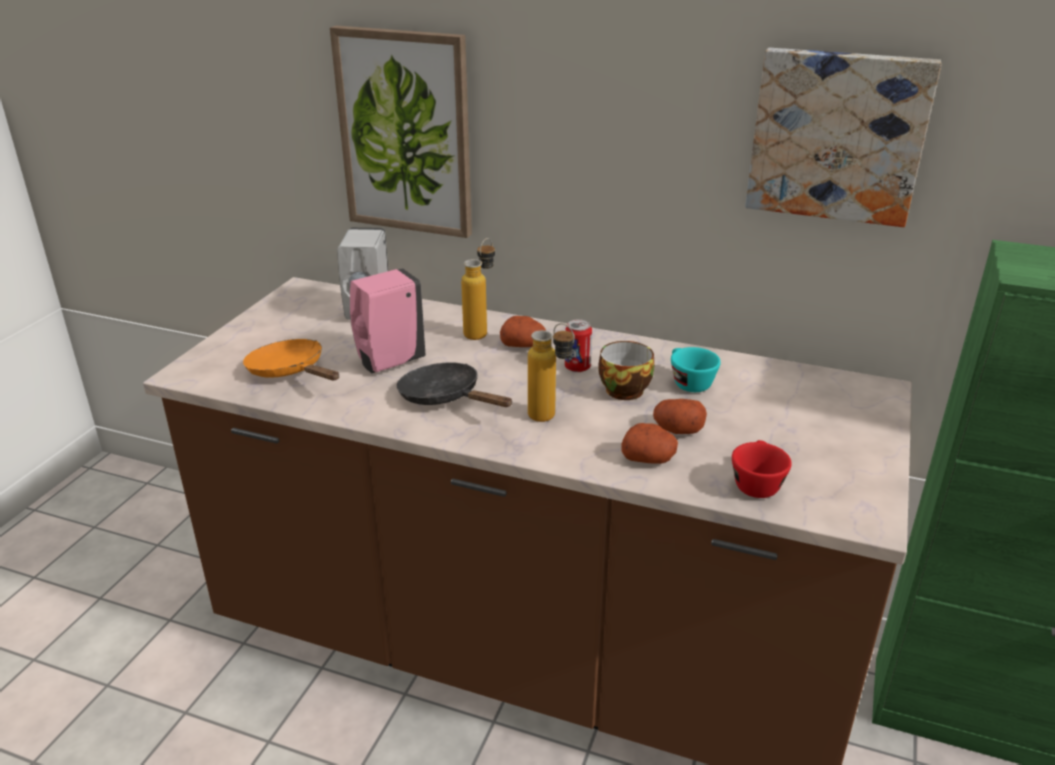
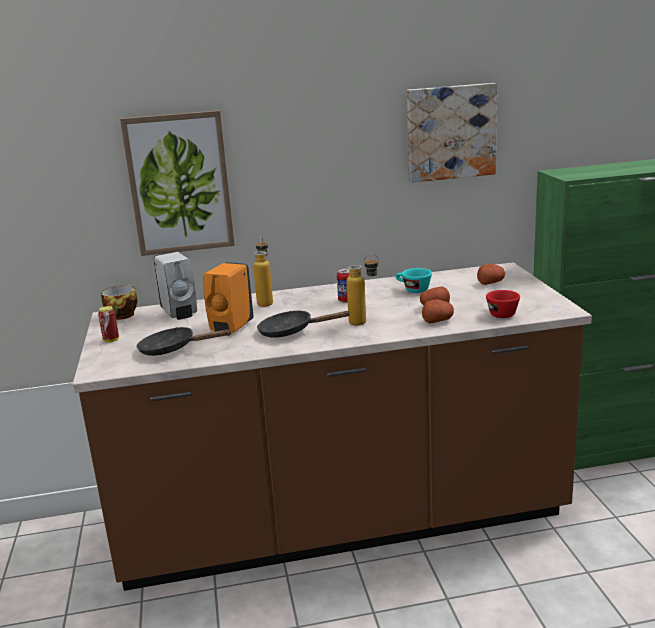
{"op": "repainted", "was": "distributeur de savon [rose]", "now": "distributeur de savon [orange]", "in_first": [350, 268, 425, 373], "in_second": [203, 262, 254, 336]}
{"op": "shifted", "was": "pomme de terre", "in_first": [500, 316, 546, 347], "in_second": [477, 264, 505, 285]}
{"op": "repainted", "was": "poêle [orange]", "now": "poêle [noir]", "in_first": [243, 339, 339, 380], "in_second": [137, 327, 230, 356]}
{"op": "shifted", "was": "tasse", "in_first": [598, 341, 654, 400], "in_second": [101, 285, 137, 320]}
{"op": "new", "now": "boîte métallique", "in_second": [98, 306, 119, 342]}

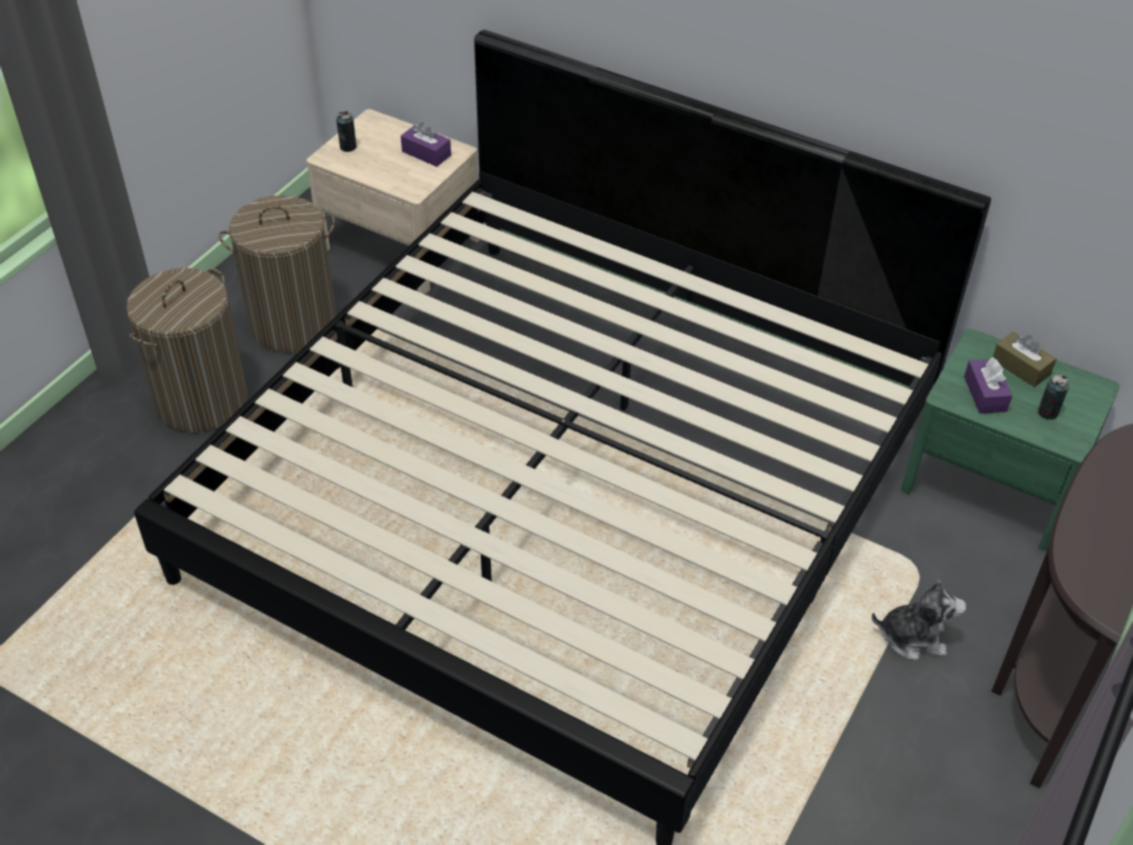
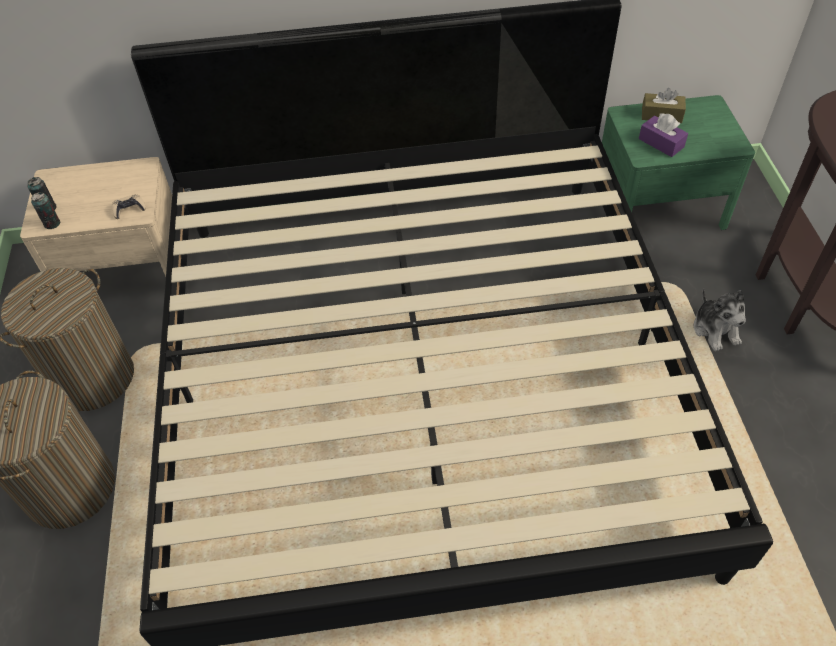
{"op": "gone", "was": "boîte à mouchoirs [violet]", "in_first": [401, 122, 451, 167]}
{"op": "shifted", "was": "boîte métallique", "in_first": [1037, 375, 1069, 420], "in_second": [31, 192, 60, 229]}
{"op": "rotated", "was": "peluche", "in_first": [872, 580, 967, 660], "in_second": [694, 288, 746, 351], "clockwise": 105}
{"op": "new", "now": "manette [beige]", "in_second": [112, 194, 146, 219]}

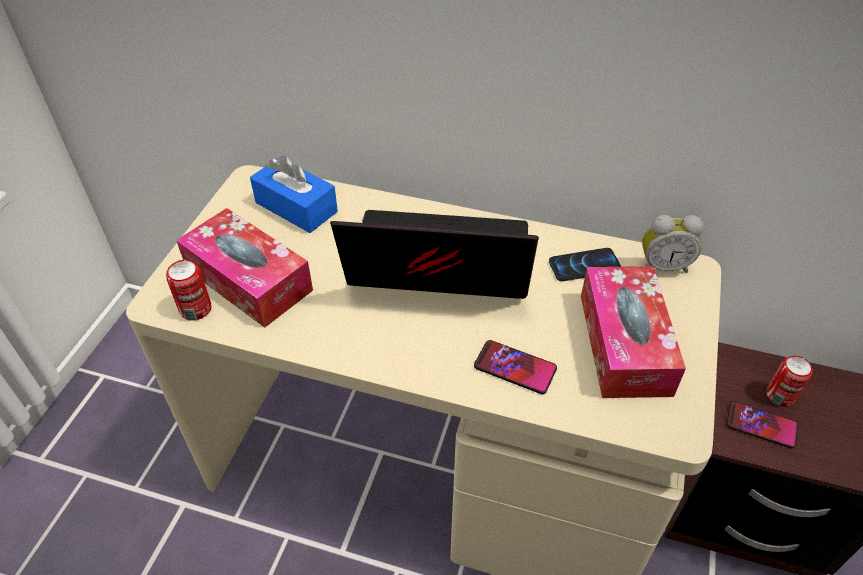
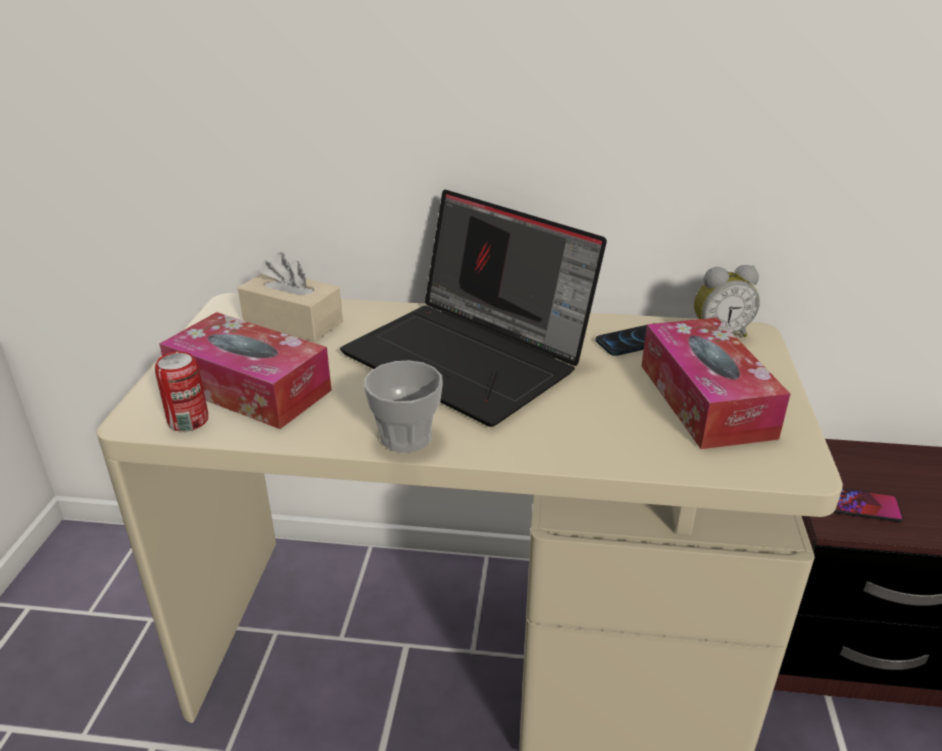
{"op": "repainted", "was": "boîte à mouchoirs [bleu]", "now": "boîte à mouchoirs [beige]", "in_first": [250, 155, 338, 233], "in_second": [238, 252, 343, 342]}
{"op": "rotated", "was": "ordinateur portable", "in_first": [330, 210, 539, 299], "in_second": [340, 190, 607, 427], "clockwise": -135}
{"op": "gone", "was": "téléphone", "in_first": [474, 340, 557, 394]}
{"op": "gone", "was": "boîte métallique", "in_first": [766, 356, 813, 407]}
{"op": "new", "now": "tasse", "in_second": [364, 360, 443, 453]}

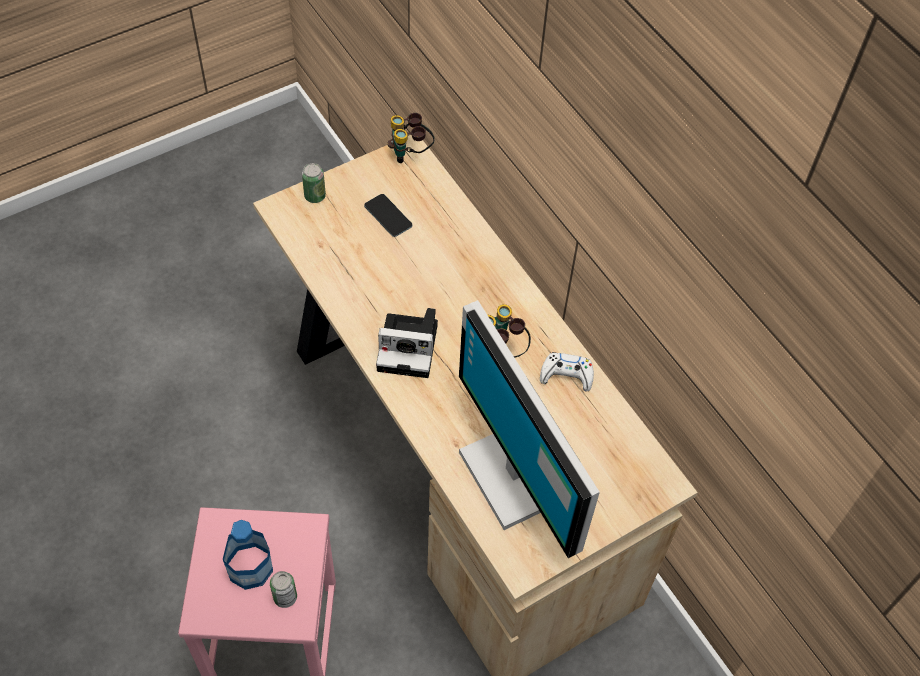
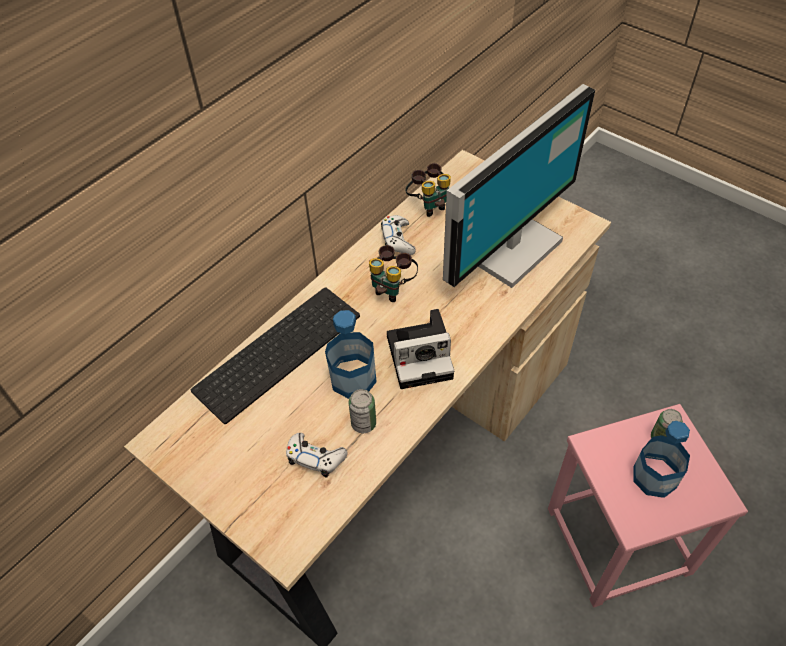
{"op": "shifted", "was": "jumelles", "in_first": [388, 113, 435, 163], "in_second": [405, 163, 451, 217]}
{"op": "shifted", "was": "boîte métallique", "in_first": [302, 163, 326, 203], "in_second": [349, 389, 376, 433]}
{"op": "gone", "was": "téléphone", "in_first": [364, 194, 412, 237]}
{"op": "rotated", "was": "appareil photo", "in_first": [376, 308, 438, 378], "in_second": [387, 309, 454, 389], "clockwise": 90}
{"op": "new", "now": "clavier", "in_second": [191, 287, 360, 424]}
{"op": "new", "now": "bouteille", "in_second": [325, 310, 377, 399]}
{"op": "new", "now": "manette [blanc]", "in_second": [286, 433, 348, 478]}

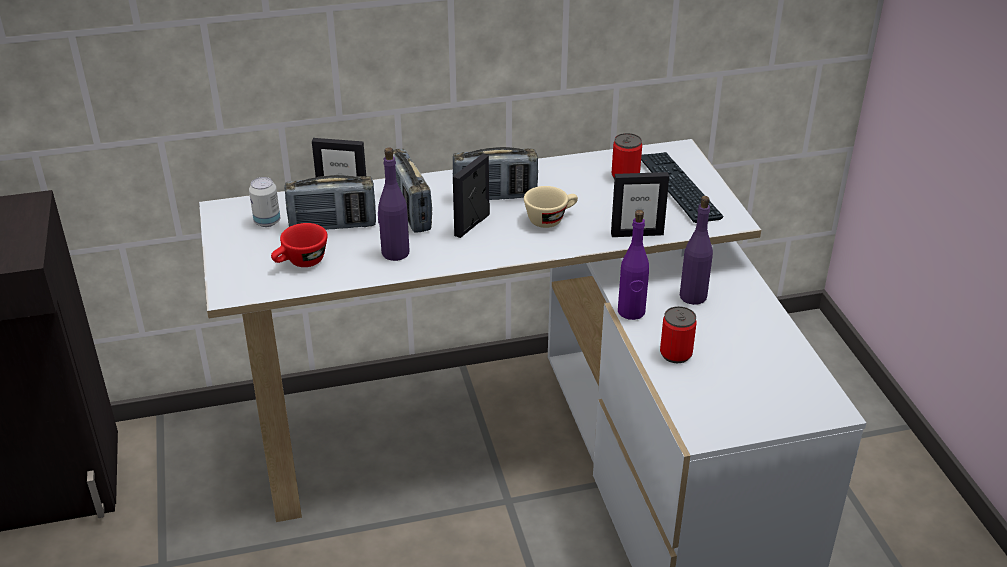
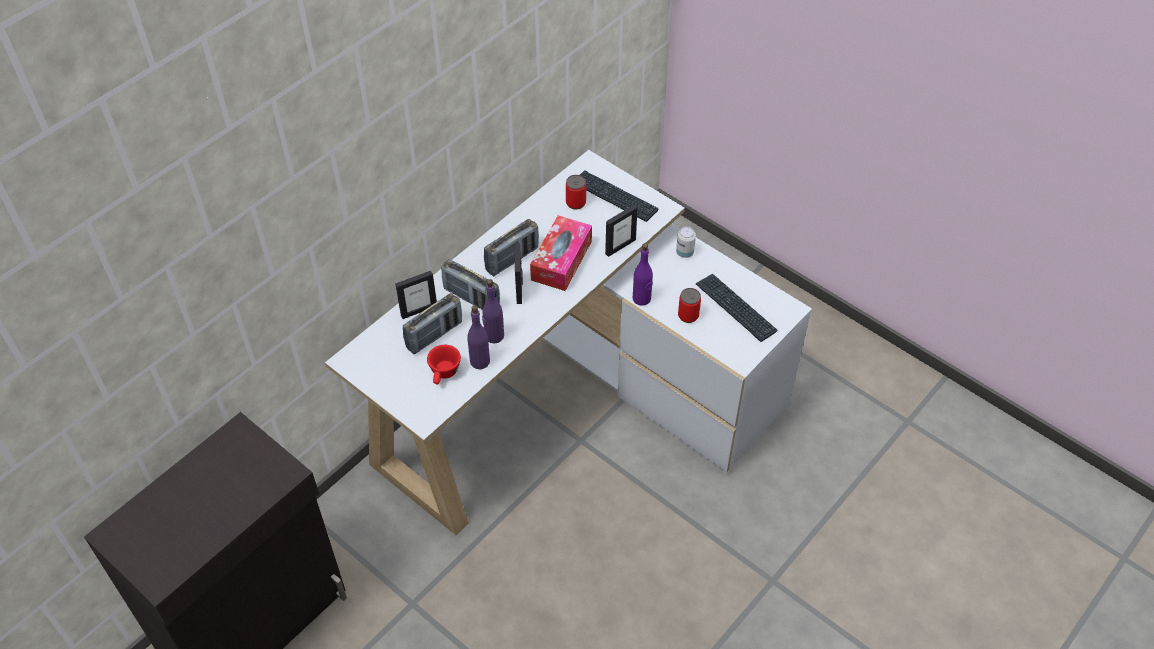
{"op": "shifted", "was": "boîte métallique", "in_first": [249, 177, 280, 227], "in_second": [676, 226, 696, 258]}
{"op": "swapped", "was": "tasse [beige]", "now": "boîte à mouchoirs", "in_first": [524, 186, 578, 228], "in_second": [530, 215, 592, 291]}
{"op": "shifted", "was": "bouteille [violet]", "in_first": [680, 196, 713, 305], "in_second": [467, 305, 490, 369]}
{"op": "new", "now": "clavier", "in_second": [696, 273, 778, 342]}

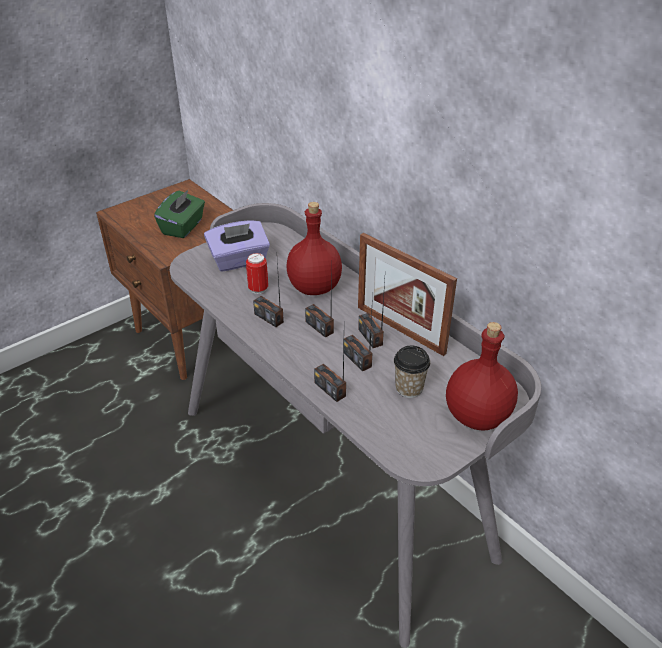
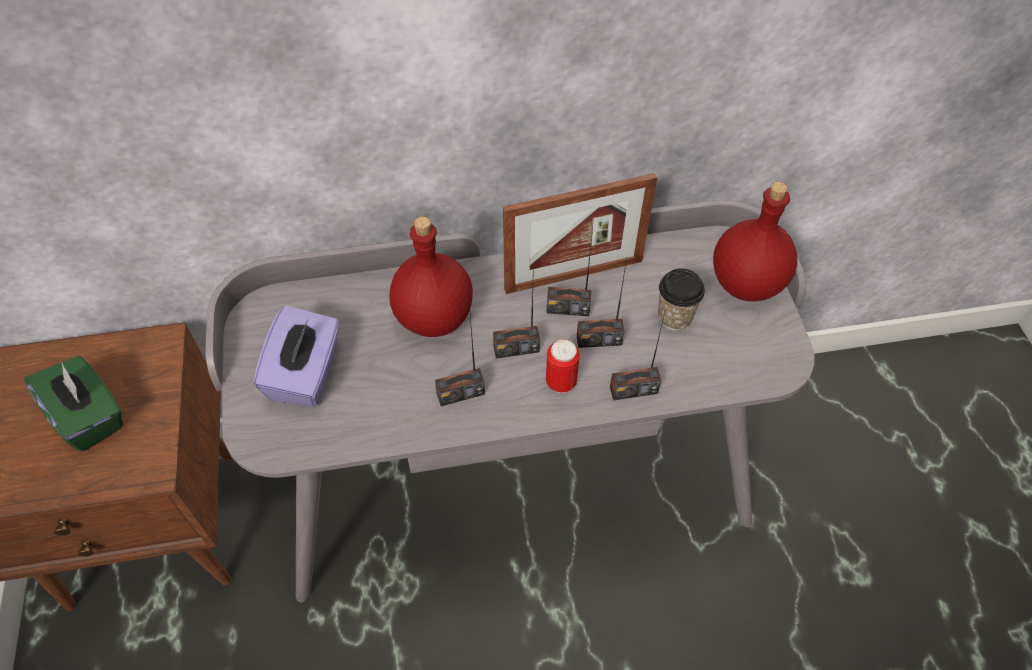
{"op": "shifted", "was": "boîte métallique", "in_first": [246, 253, 268, 294], "in_second": [546, 339, 580, 393]}

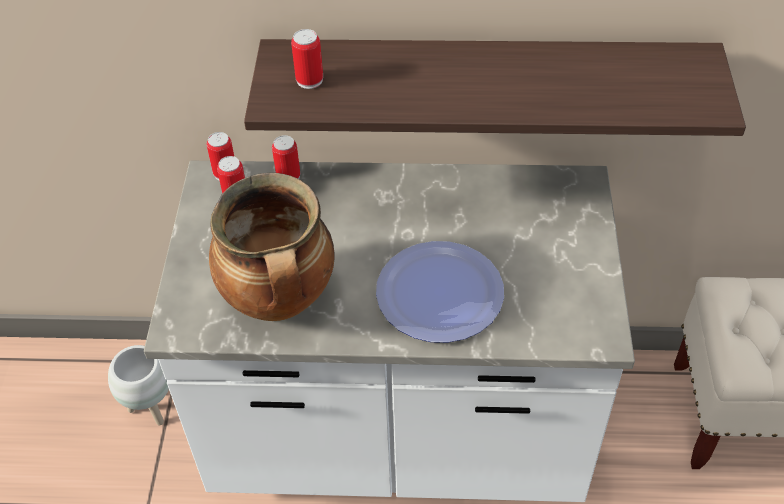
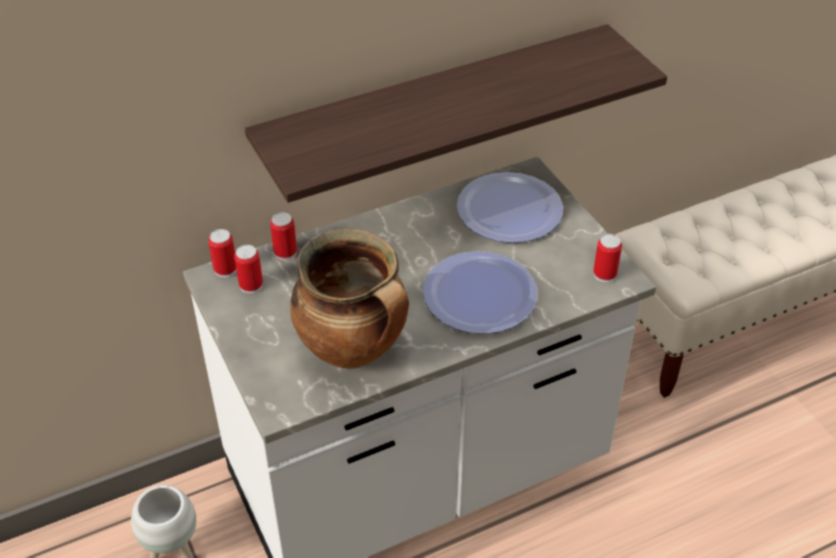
{"op": "shifted", "was": "boîte métallique", "in_first": [291, 29, 323, 89], "in_second": [593, 234, 622, 282]}
{"op": "new", "now": "assiette", "in_second": [457, 172, 563, 243]}

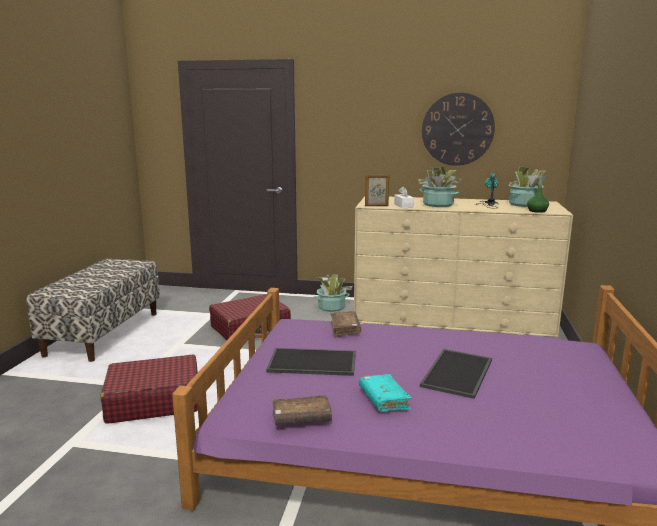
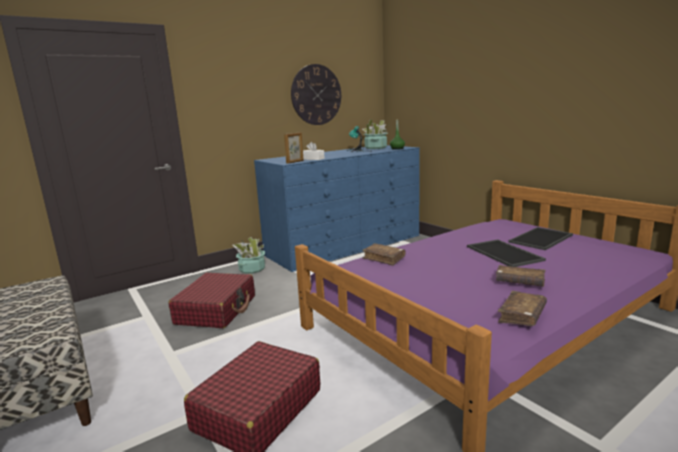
{"op": "gone", "was": "plante en pot", "in_first": [418, 167, 462, 207]}
{"op": "repainted", "was": "commode [beige]", "now": "commode [bleu]", "in_first": [354, 196, 573, 337], "in_second": [254, 145, 420, 272]}
{"op": "shifted", "was": "plateau", "in_first": [266, 348, 356, 376], "in_second": [508, 227, 573, 250]}
{"op": "repainted", "was": "livre [turquoise]", "now": "livre [marron]", "in_first": [359, 374, 412, 411], "in_second": [496, 265, 545, 287]}

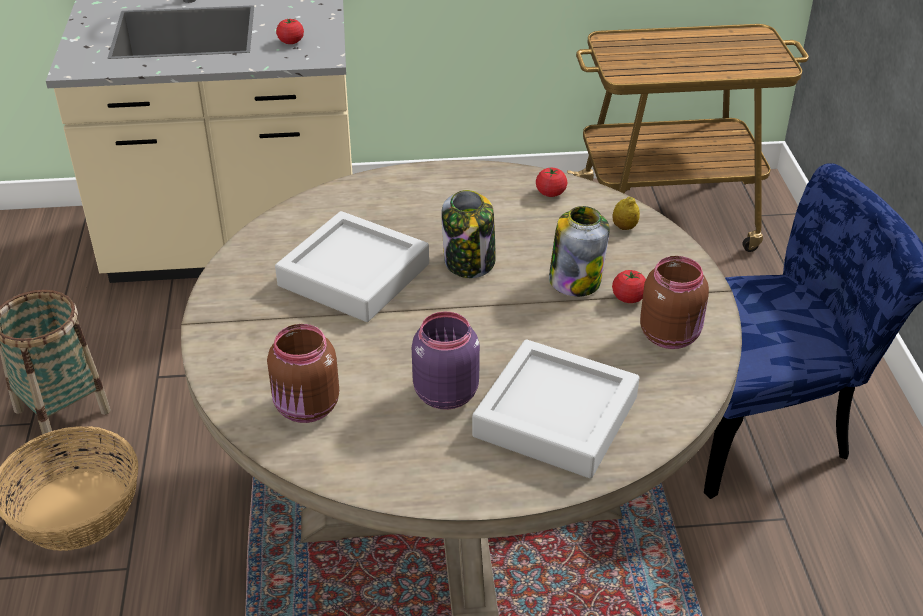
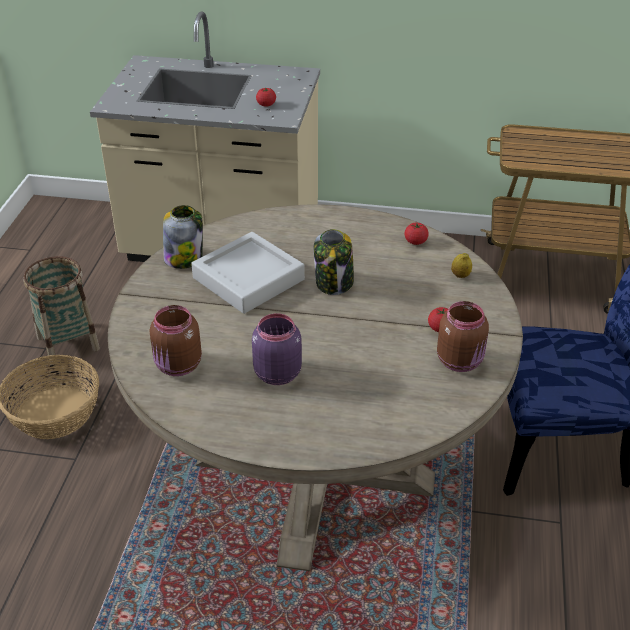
{"op": "shifted", "was": "bocal", "in_first": [549, 206, 610, 297], "in_second": [163, 205, 203, 269]}
{"op": "gone", "was": "plateau [gris]", "in_first": [472, 339, 640, 478]}

